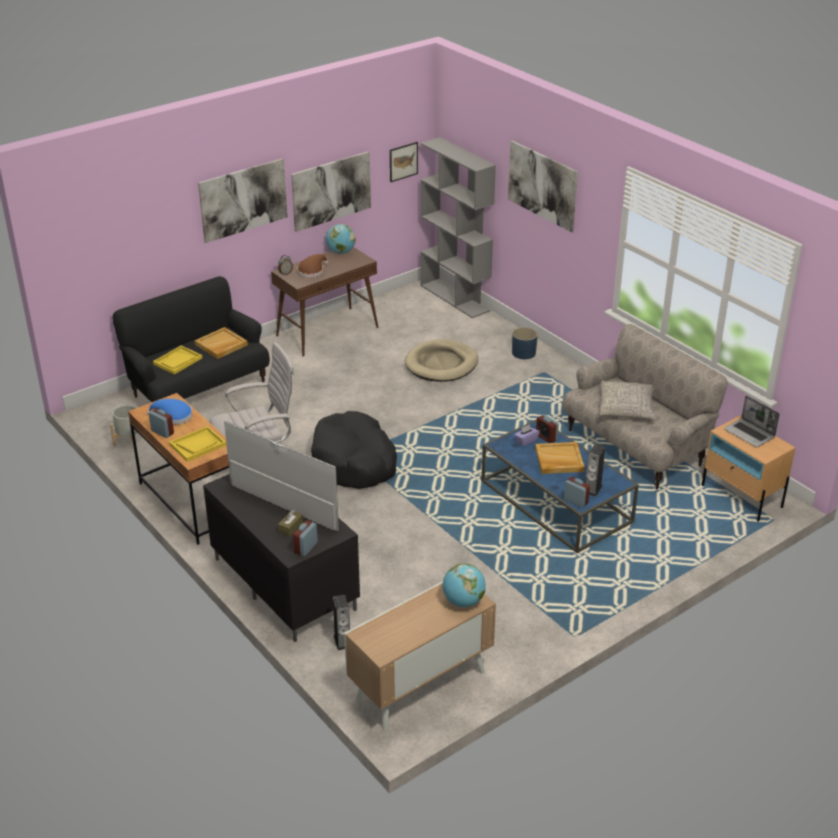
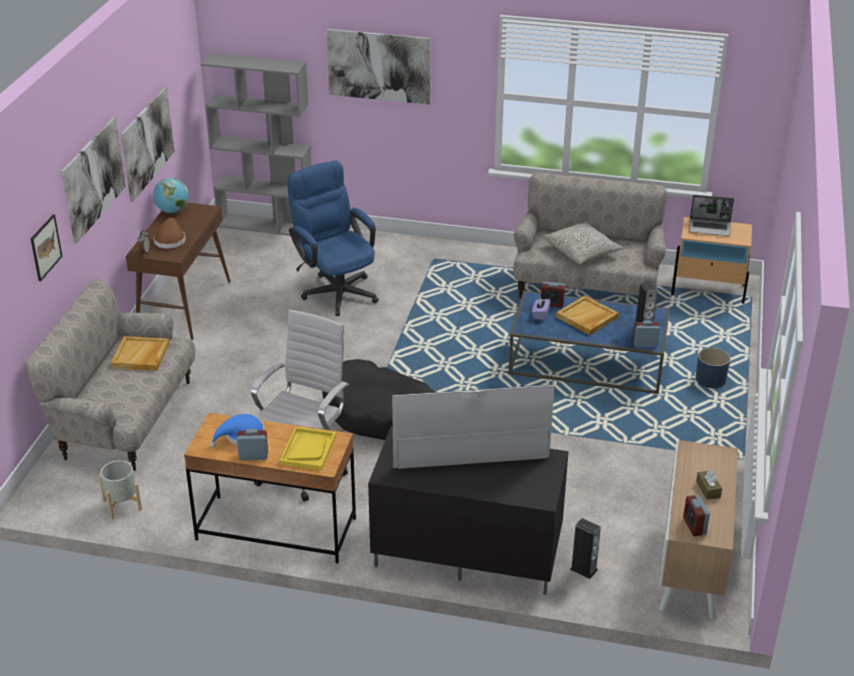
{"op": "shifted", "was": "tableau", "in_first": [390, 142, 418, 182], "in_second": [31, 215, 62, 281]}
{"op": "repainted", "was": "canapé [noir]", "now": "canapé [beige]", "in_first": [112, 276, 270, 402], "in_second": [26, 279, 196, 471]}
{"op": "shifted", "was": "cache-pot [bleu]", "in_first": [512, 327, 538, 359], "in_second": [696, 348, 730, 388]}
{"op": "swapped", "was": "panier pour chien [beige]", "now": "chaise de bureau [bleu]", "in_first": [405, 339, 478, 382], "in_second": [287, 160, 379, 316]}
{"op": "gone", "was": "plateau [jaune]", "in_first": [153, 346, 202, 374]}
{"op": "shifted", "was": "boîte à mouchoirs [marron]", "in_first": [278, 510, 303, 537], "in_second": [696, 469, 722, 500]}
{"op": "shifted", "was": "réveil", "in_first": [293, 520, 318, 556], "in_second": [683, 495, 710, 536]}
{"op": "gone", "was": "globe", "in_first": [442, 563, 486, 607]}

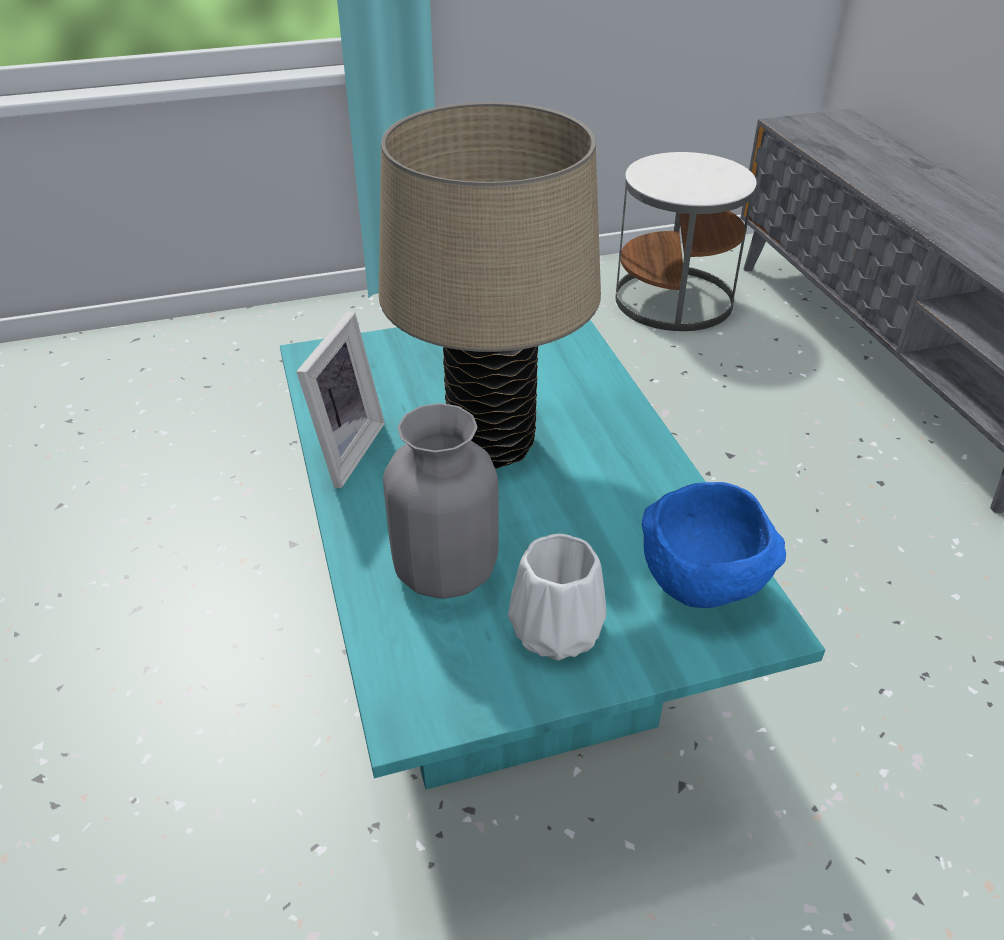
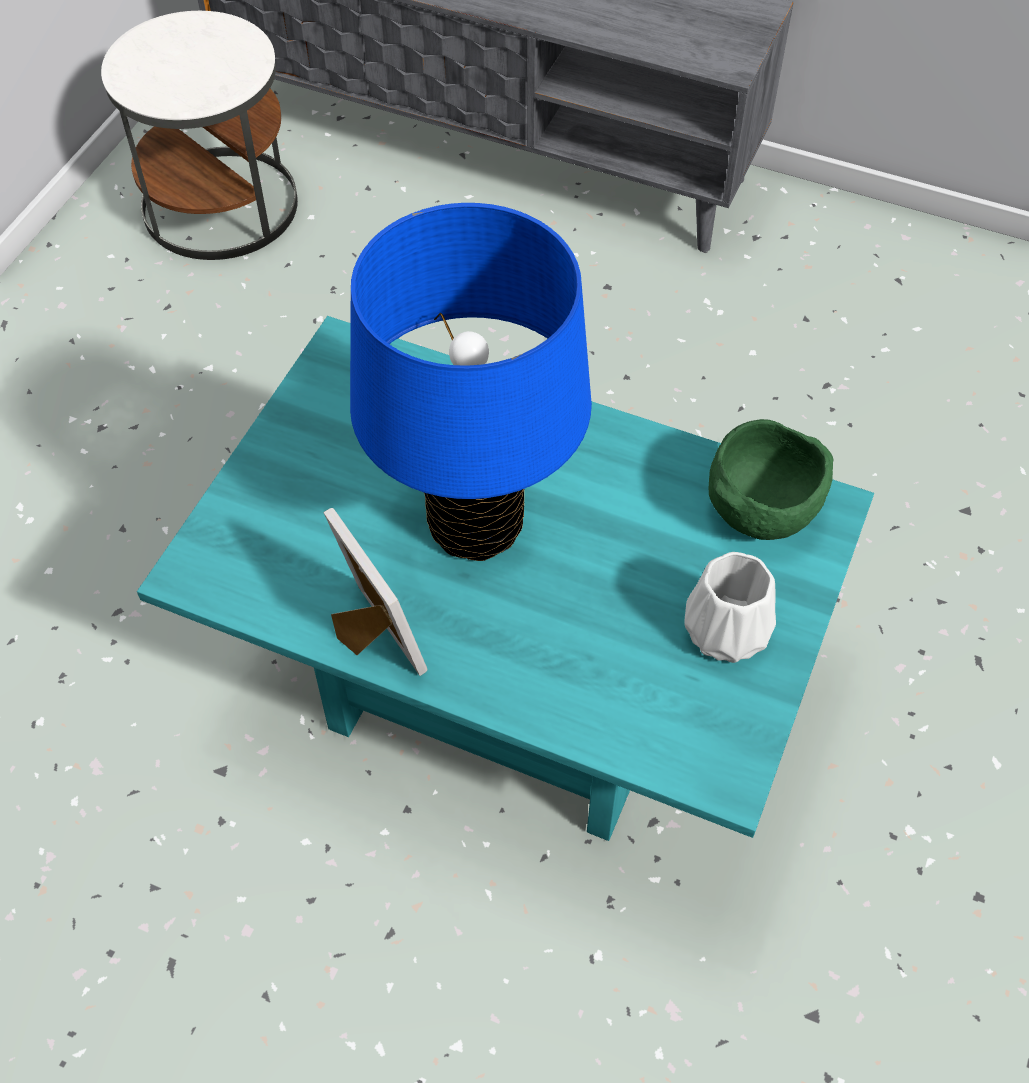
{"op": "repainted", "was": "lampe de table [beige]", "now": "lampe de table [bleu]", "in_first": [379, 102, 601, 469], "in_second": [350, 203, 592, 561]}
{"op": "gone", "was": "vase [gris]", "in_first": [383, 403, 499, 599]}
{"op": "repainted", "was": "bol [bleu]", "now": "bol [vert]", "in_first": [642, 482, 786, 608], "in_second": [709, 419, 833, 540]}

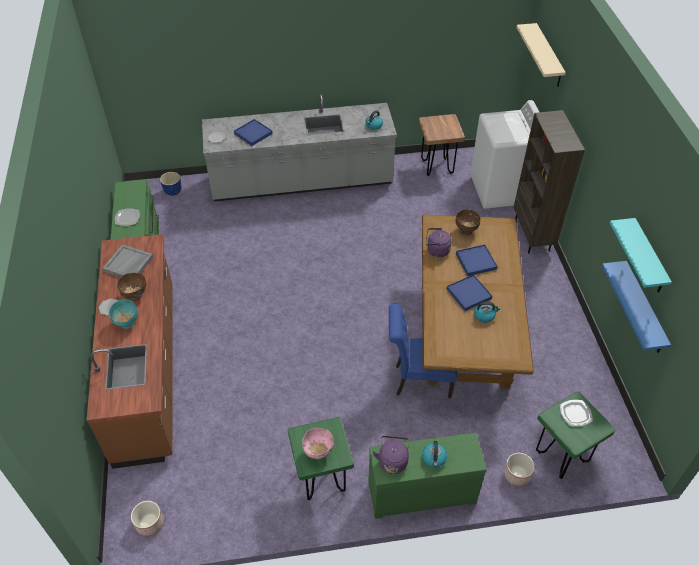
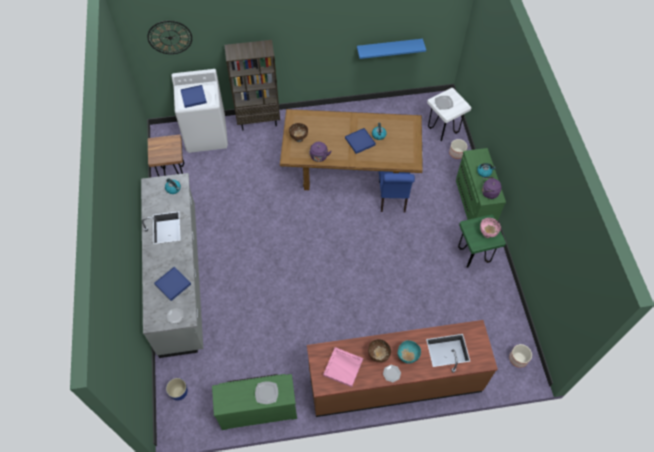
{"op": "swapped", "was": "étagère [beige]", "now": "horloge murale", "in_first": [516, 23, 566, 87], "in_second": [148, 21, 192, 54]}
{"op": "gone", "was": "étagère [turquoise]", "in_first": [610, 218, 672, 293]}
{"op": "repainted", "was": "plateau [gris]", "now": "plateau [rose]", "in_first": [102, 244, 153, 277], "in_second": [323, 347, 363, 387]}
{"op": "shifted", "was": "plateau [bleu]", "in_first": [456, 244, 497, 276], "in_second": [180, 85, 207, 108]}
{"op": "repainted", "was": "tabouret [vert]", "now": "tabouret [blanc]", "in_first": [536, 391, 615, 479], "in_second": [427, 88, 471, 141]}

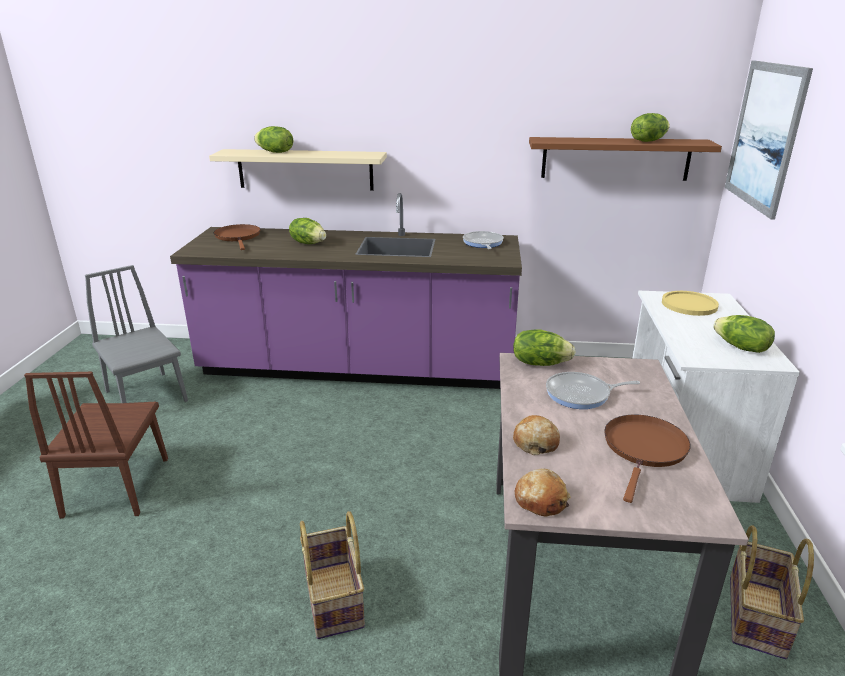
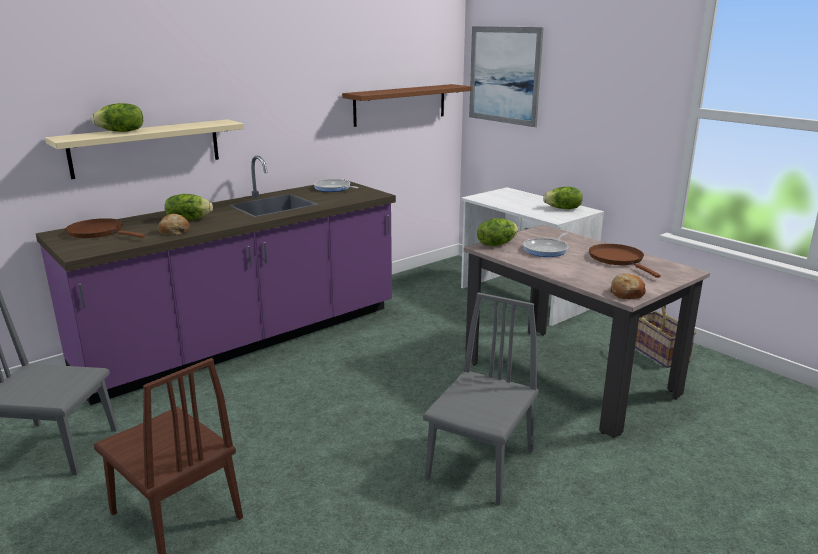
{"op": "gone", "was": "laitue", "in_first": [631, 113, 670, 142]}
{"op": "gone", "was": "assiette [jaune]", "in_first": [662, 291, 719, 316]}
{"op": "shifted", "was": "pain", "in_first": [513, 415, 560, 455], "in_second": [158, 214, 190, 235]}
{"op": "swapped", "was": "panier", "now": "chaise [gris]", "in_first": [300, 511, 365, 639], "in_second": [423, 292, 539, 505]}

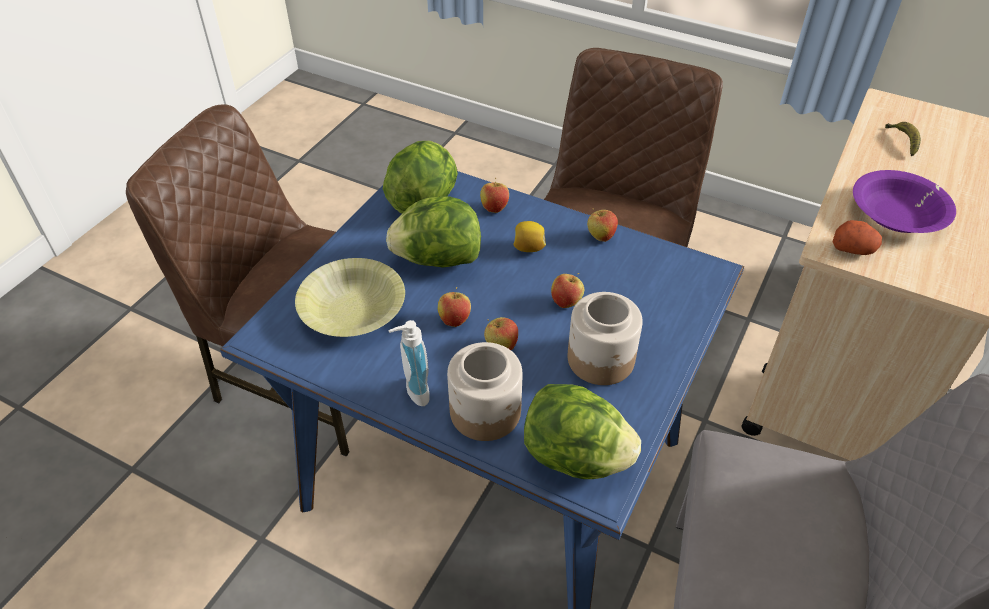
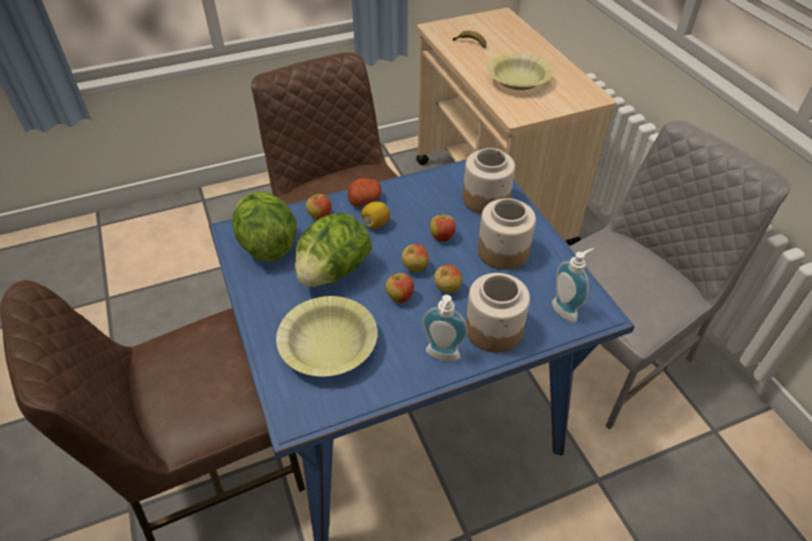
{"op": "repainted", "was": "bol [violet]", "now": "bol [jaune]", "in_first": [853, 170, 956, 233], "in_second": [487, 53, 553, 90]}
{"op": "shifted", "was": "pomme", "in_first": [587, 208, 618, 242], "in_second": [402, 244, 429, 272]}
{"op": "shifted", "was": "pomme de terre", "in_first": [833, 220, 882, 255], "in_second": [348, 178, 382, 207]}
{"op": "swapped", "was": "laitue", "now": "distributeur de savon", "in_first": [524, 384, 641, 479], "in_second": [552, 248, 594, 323]}
{"op": "new", "now": "bocal", "in_second": [463, 148, 515, 214]}

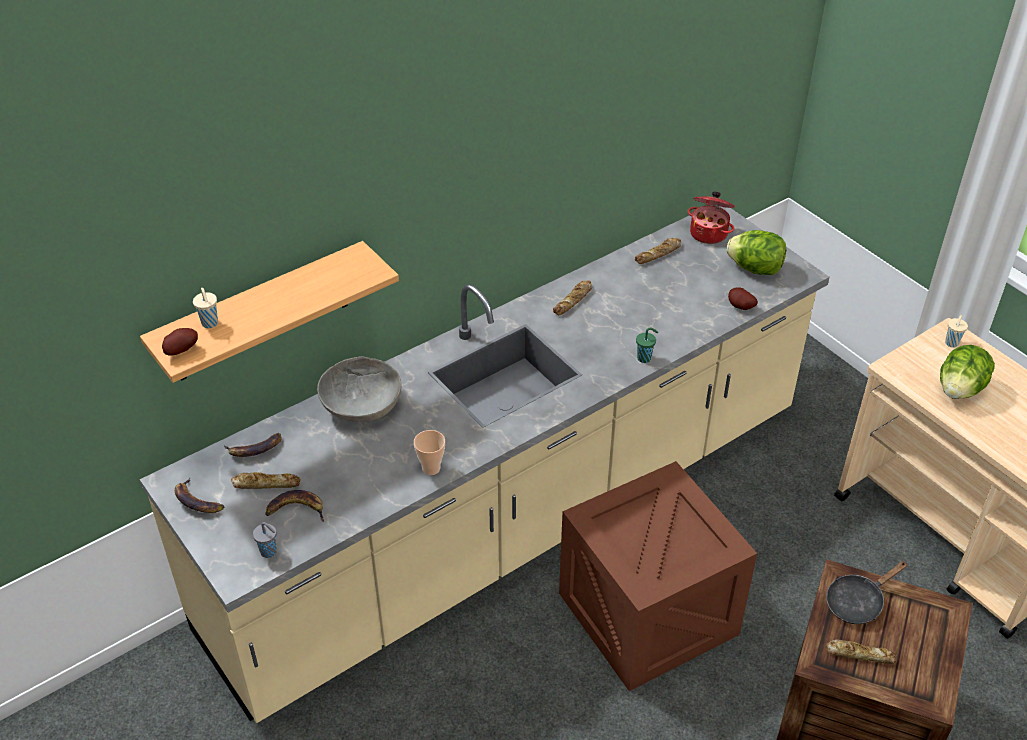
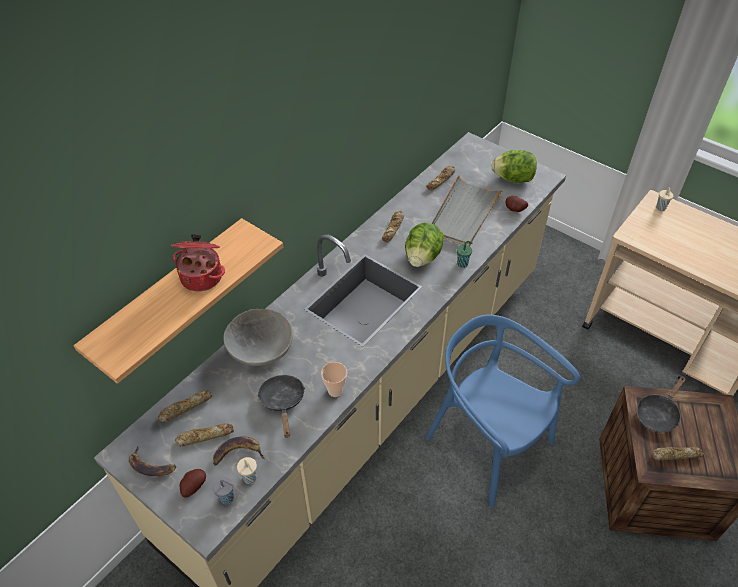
{"op": "shifted", "was": "marmite", "in_first": [688, 191, 735, 244], "in_second": [171, 234, 225, 292]}
{"op": "shifted", "was": "tasse [beige]", "in_first": [193, 288, 218, 328], "in_second": [237, 457, 257, 484]}
{"op": "shifted", "was": "pomme de terre", "in_first": [162, 328, 198, 356], "in_second": [180, 469, 206, 498]}
{"op": "shifted", "was": "laitue", "in_first": [940, 345, 995, 399], "in_second": [405, 223, 444, 267]}
{"op": "swapped", "was": "banane", "now": "pain", "in_first": [224, 433, 282, 457], "in_second": [158, 390, 212, 422]}
{"op": "swapped", "was": "caisse", "now": "chaise [bleu]", "in_first": [559, 461, 757, 691], "in_second": [425, 315, 580, 508]}
{"op": "new", "now": "plateau [gris]", "in_second": [432, 175, 504, 246]}
{"op": "new", "now": "poêle [noir]", "in_second": [257, 375, 305, 438]}

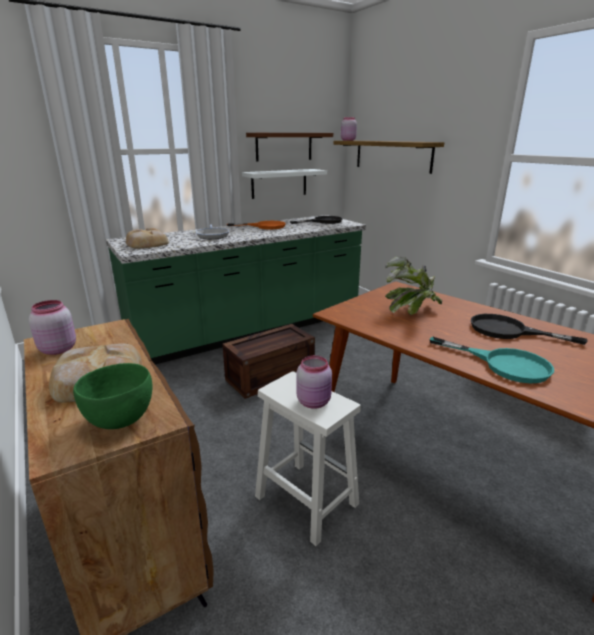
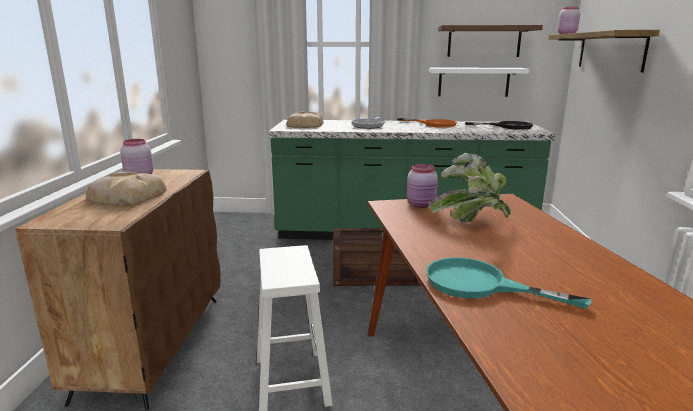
{"op": "gone", "was": "poêle [noir]", "in_first": [471, 314, 588, 345]}
{"op": "rotated", "was": "poêle [turquoise]", "in_first": [429, 337, 554, 384], "in_second": [426, 257, 591, 309], "clockwise": 135}
{"op": "shifted", "was": "bocal [rose]", "in_first": [296, 355, 332, 409], "in_second": [407, 164, 438, 208]}
{"op": "gone", "was": "bol [vert]", "in_first": [73, 363, 152, 429]}

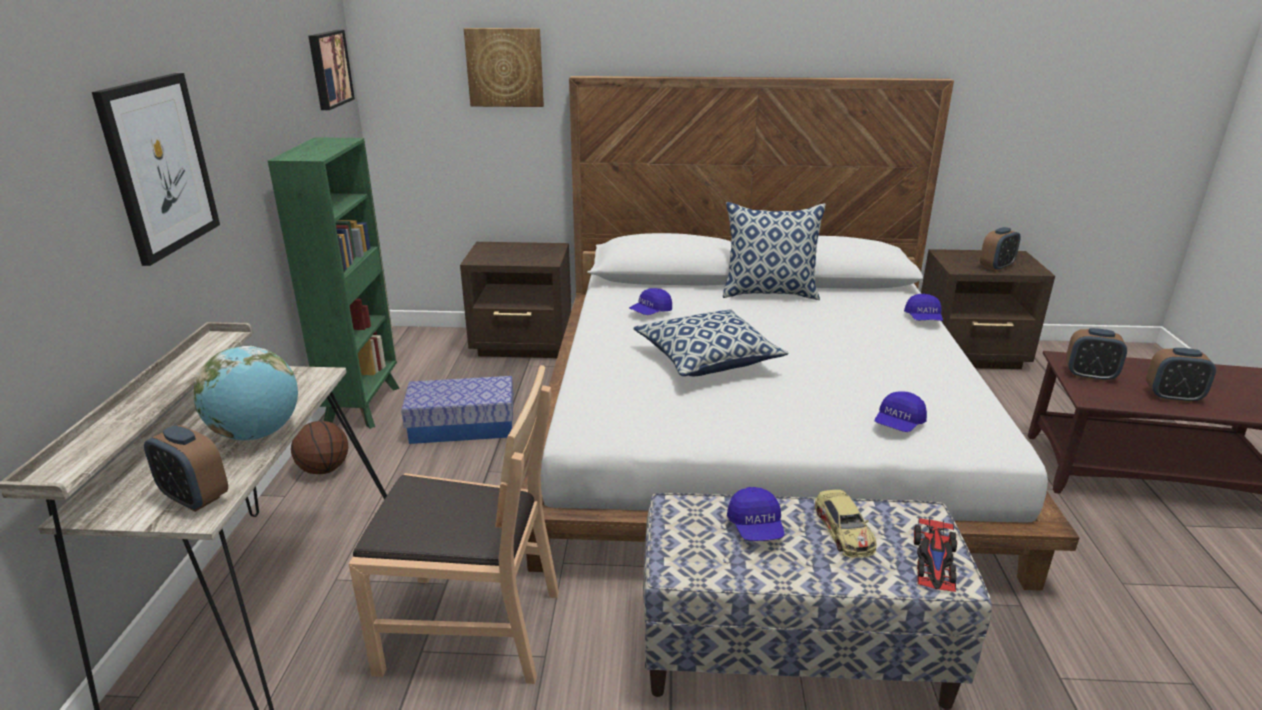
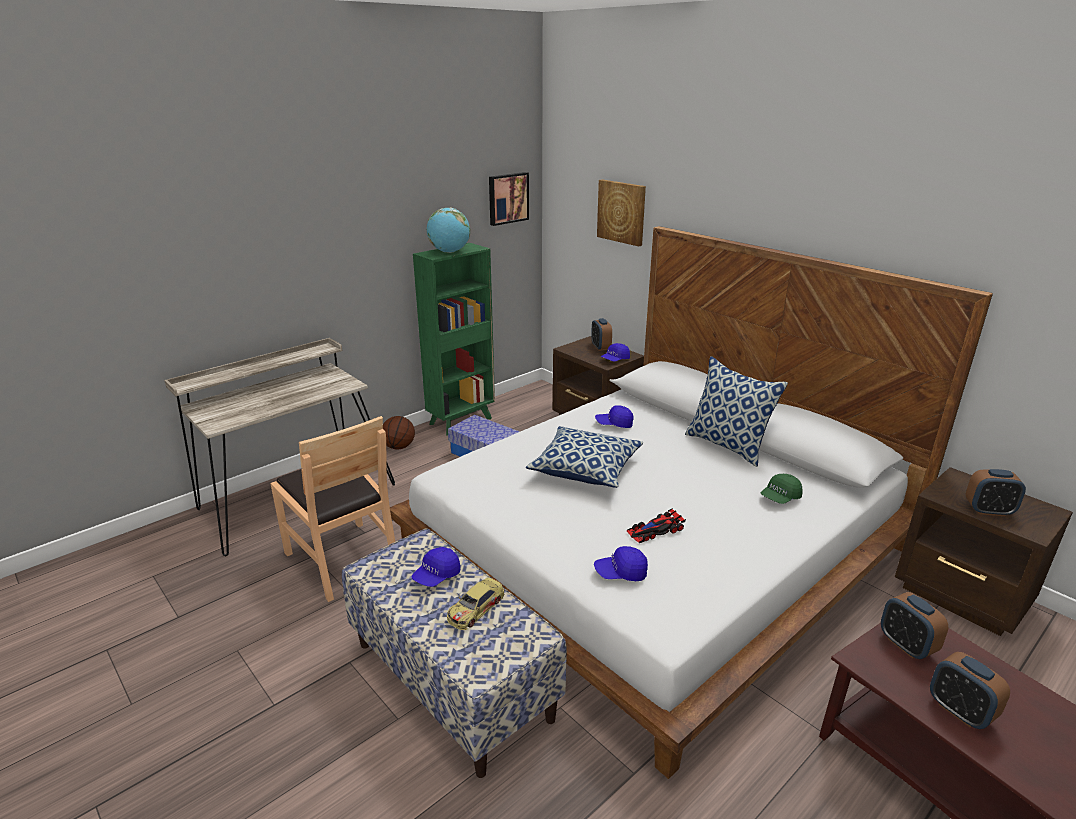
{"op": "gone", "was": "tableau", "in_first": [92, 73, 220, 266]}
{"op": "shifted", "was": "casquette [bleu]", "in_first": [904, 294, 943, 321], "in_second": [601, 343, 630, 361]}
{"op": "shifted", "was": "globe", "in_first": [194, 346, 298, 440], "in_second": [426, 208, 470, 253]}
{"op": "shifted", "was": "réveil", "in_first": [144, 425, 228, 512], "in_second": [591, 318, 612, 351]}
{"op": "shifted", "was": "petite voiture", "in_first": [914, 518, 957, 592], "in_second": [627, 508, 686, 543]}
{"op": "new", "now": "casquette [vert]", "in_second": [761, 474, 803, 504]}

